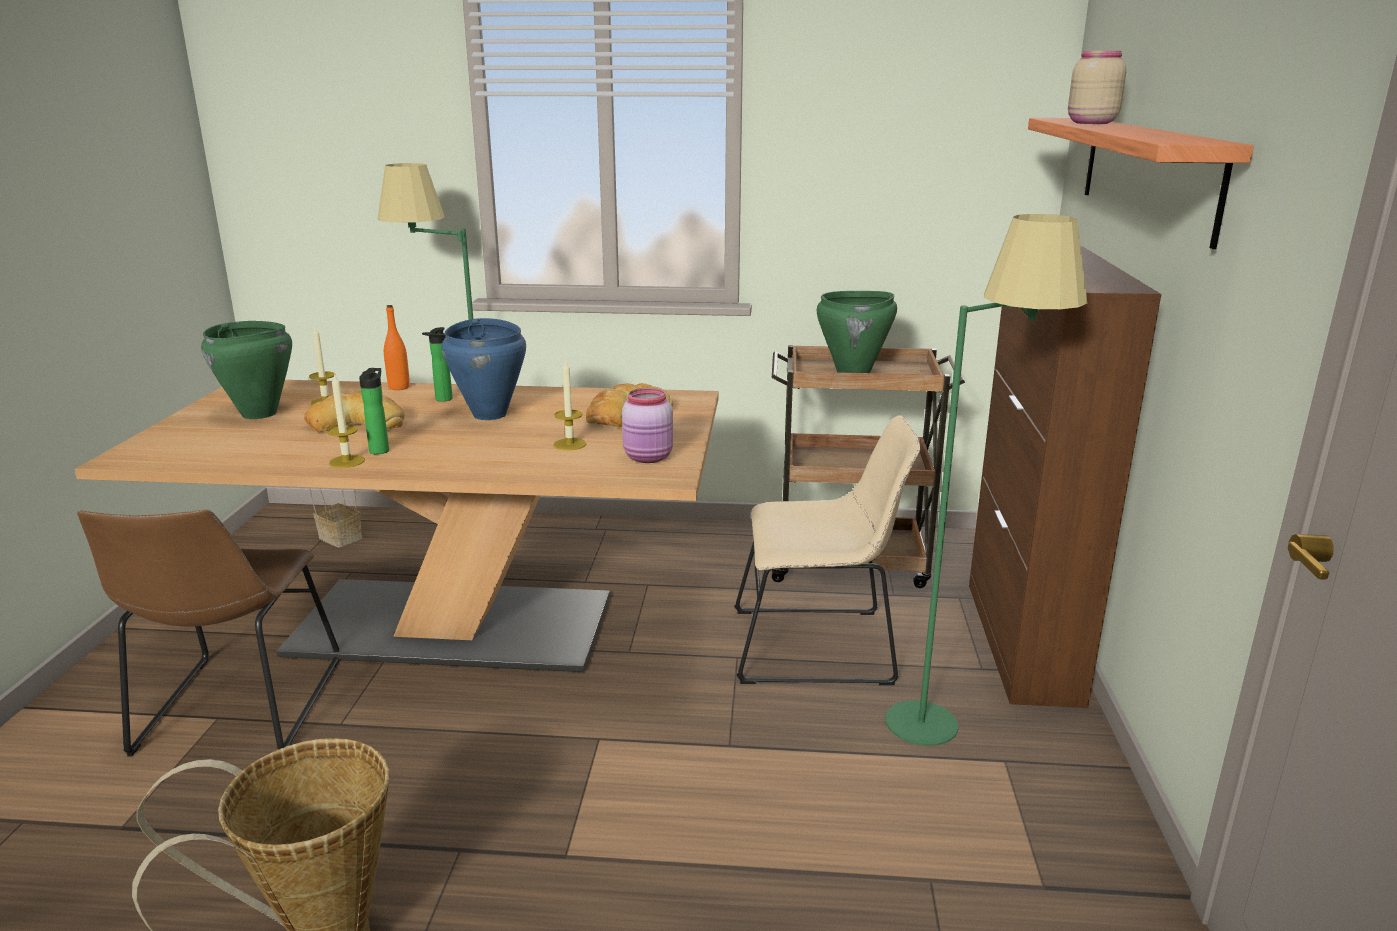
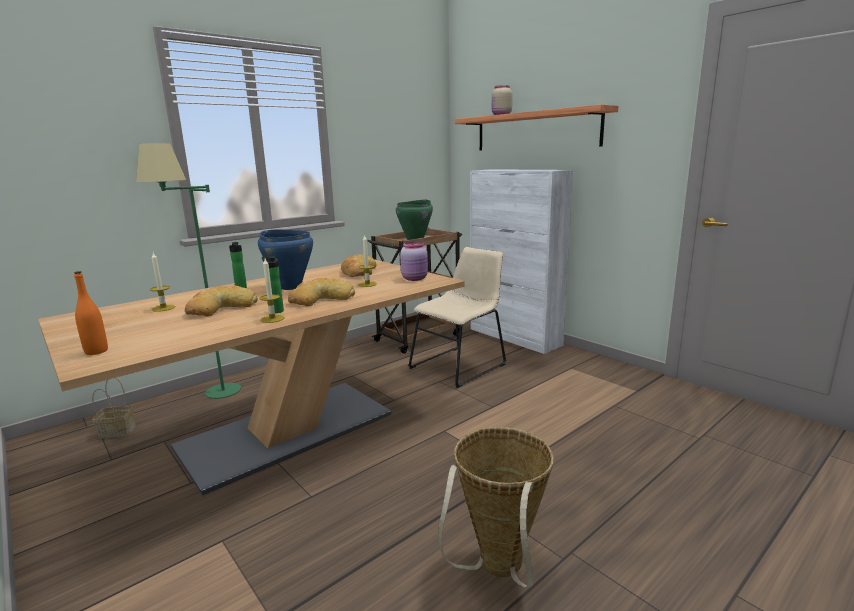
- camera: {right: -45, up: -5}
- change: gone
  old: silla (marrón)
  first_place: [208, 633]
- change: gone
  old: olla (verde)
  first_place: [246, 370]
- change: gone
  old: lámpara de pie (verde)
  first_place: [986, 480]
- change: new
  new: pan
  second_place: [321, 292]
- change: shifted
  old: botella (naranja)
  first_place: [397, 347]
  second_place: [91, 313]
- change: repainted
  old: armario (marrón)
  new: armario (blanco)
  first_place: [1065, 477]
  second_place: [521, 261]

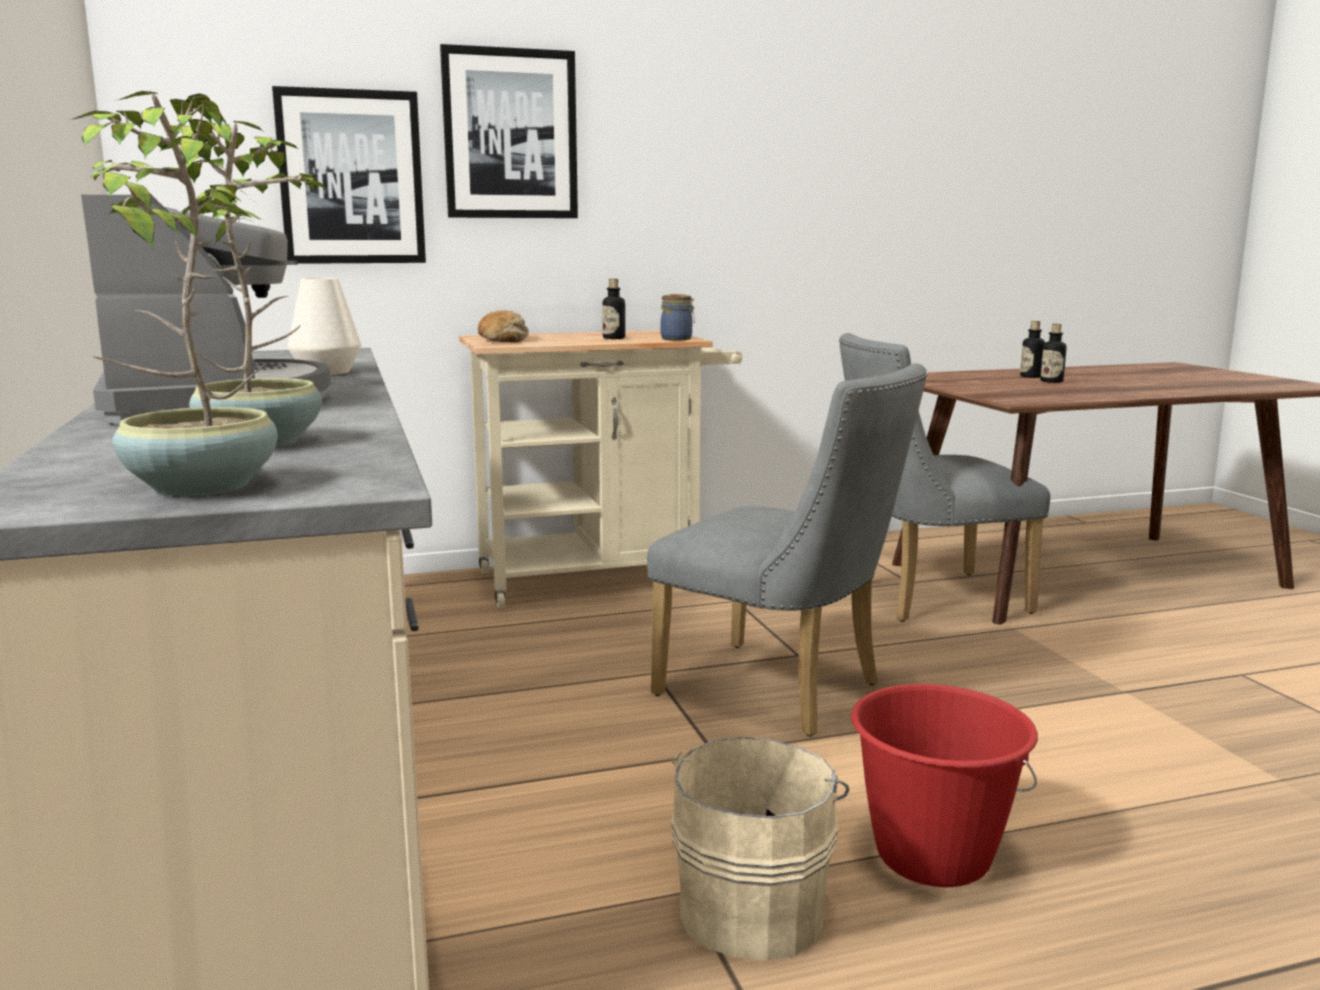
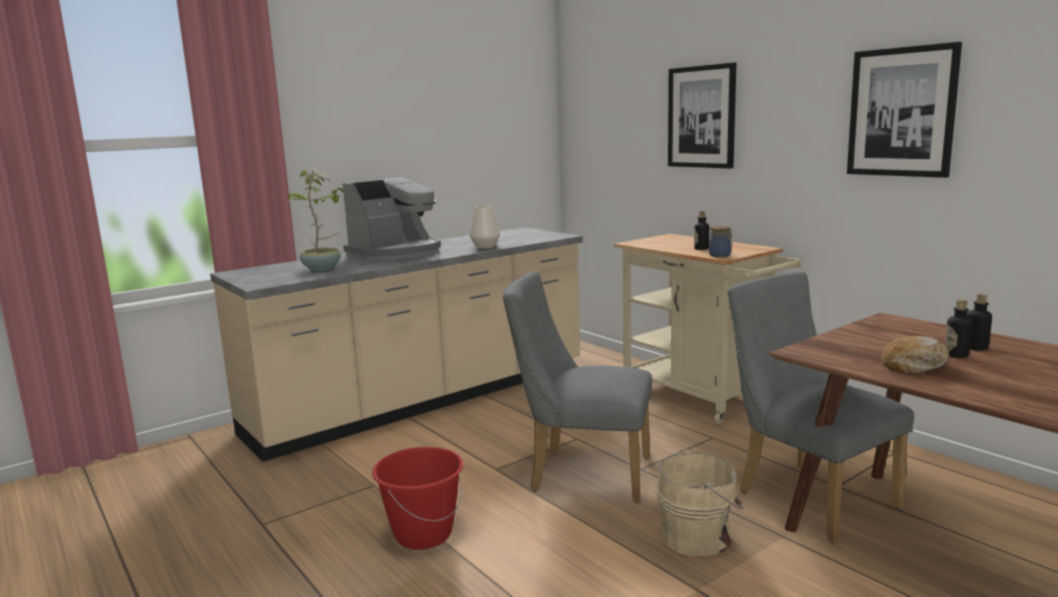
- camera: {right: 70, up: 0}
- change: gone
  old: planta en maceta
  first_place: [174, 293]
- change: shifted
  old: cuadro
  first_place: [349, 175]
  second_place: [904, 110]
- change: shifted
  old: pan
  first_place: [503, 326]
  second_place: [915, 355]
- change: shifted
  old: cubo (beis)
  first_place: [760, 848]
  second_place: [700, 502]
- change: rotated
  old: silla (gris)
  first_place: [787, 550]
  second_place: [577, 387]
  degrees: 90

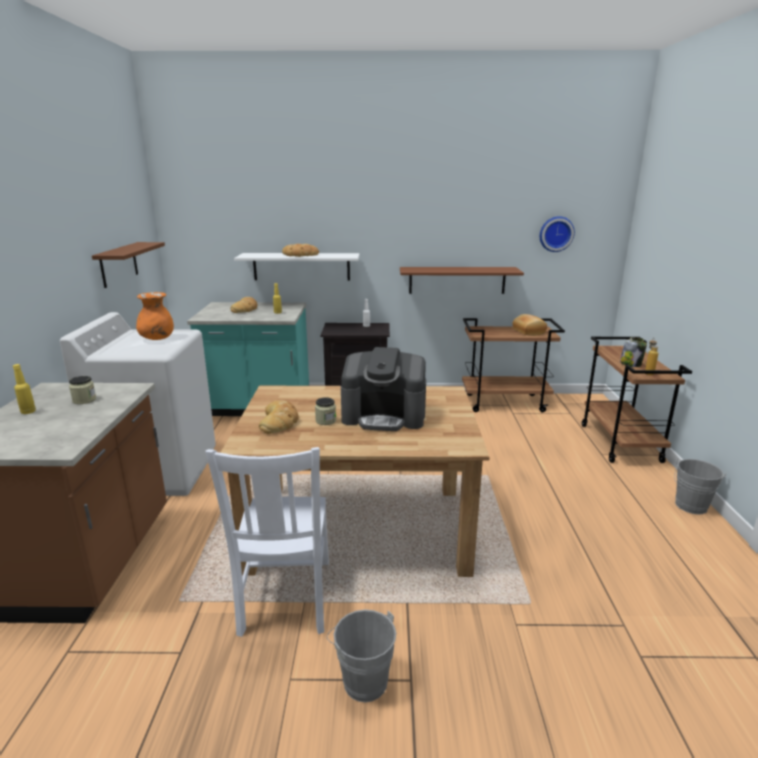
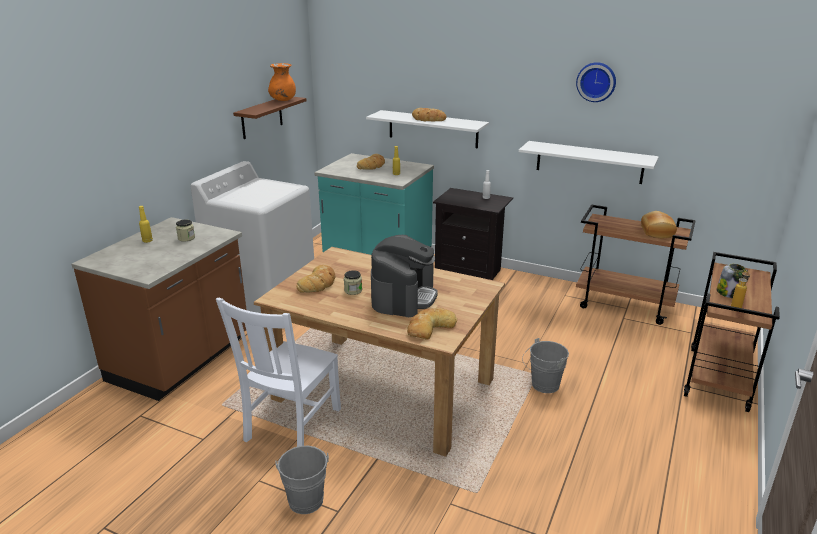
- camera: {right: 25, up: 5}
- change: new
  new: pan
  second_place: [432, 324]
- change: shifted
  old: florero (naranja)
  first_place: [155, 316]
  second_place: [282, 82]
- change: shifted
  old: reloj de pared
  first_place: [557, 234]
  second_place: [596, 82]
- change: shifted
  old: cubo (gris)
  first_place: [700, 486]
  second_place: [545, 365]
- change: repainted
  old: estante (marrón)
  new: estante (blanco)
  first_place: [462, 280]
  second_place: [589, 162]
- change: rotated
  old: cafetera
  first_place: [383, 389]
  second_place: [404, 276]
  degrees: -105

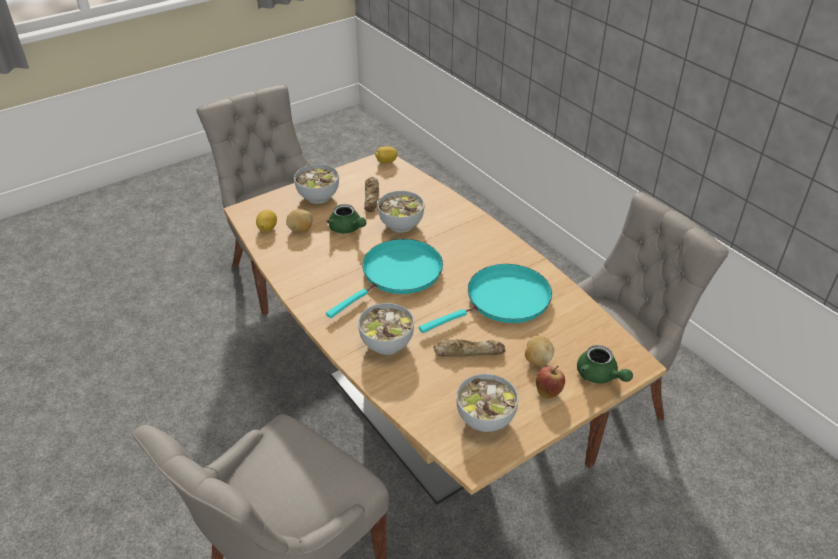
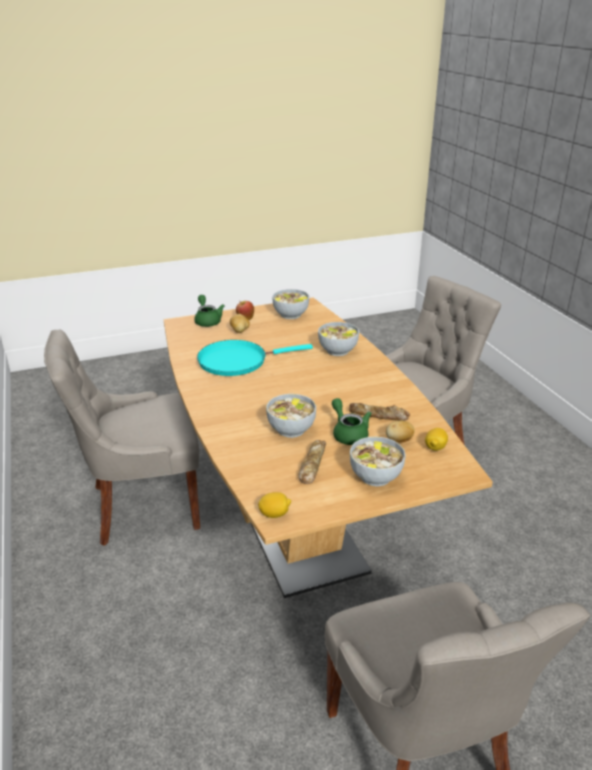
- camera: {right: -165, up: -10}
- change: gone
  old: sartén (turquesa)
  first_place: [384, 278]
- change: shifted
  old: pan
  first_place: [469, 348]
  second_place: [379, 412]

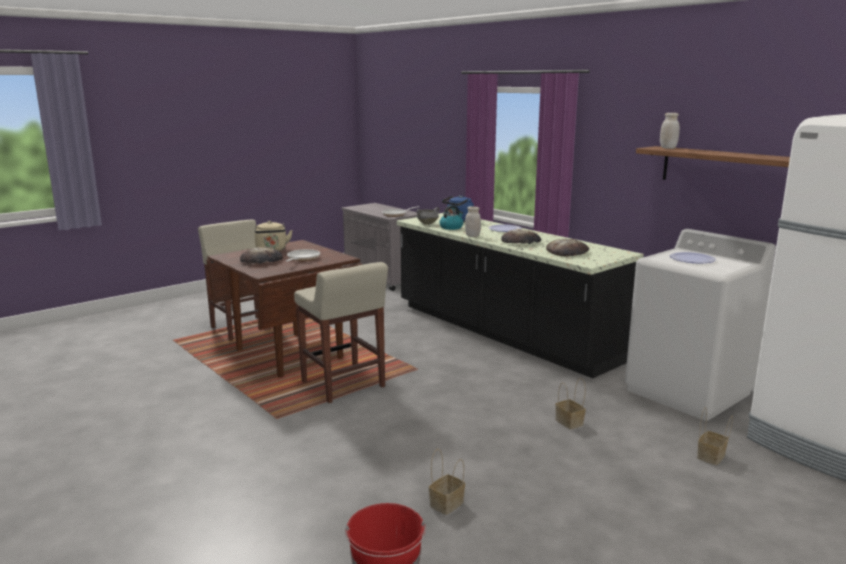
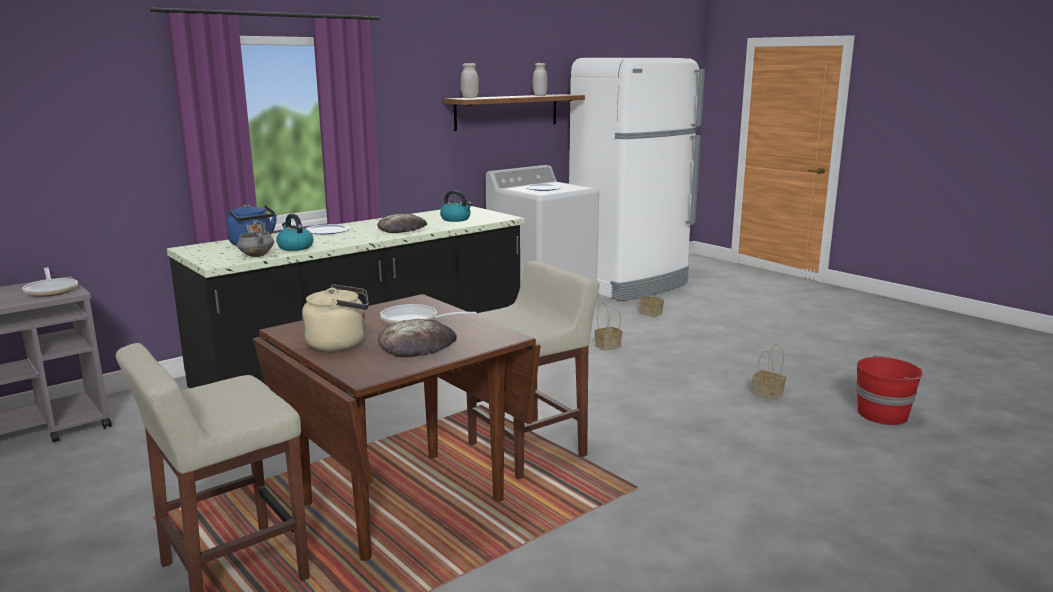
- camera: {right: -90, up: 0}
- change: shifted
  old: tarro (blanco)
  first_place: [473, 221]
  second_place: [540, 79]
- change: swapped
  old: pan
  new: hervidor
  first_place: [567, 247]
  second_place: [456, 206]

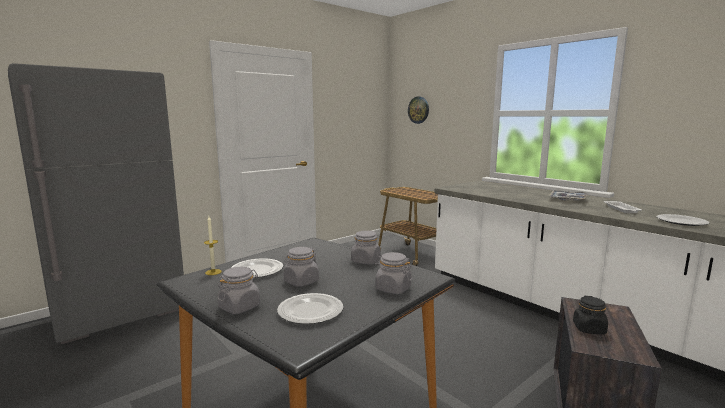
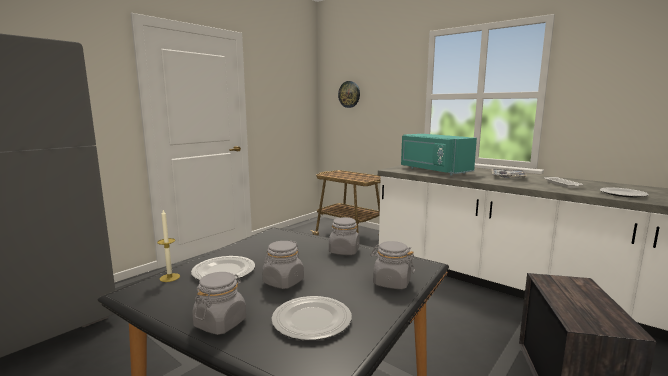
- camera: {right: -10, up: 0}
- change: gone
  old: tarro (negro)
  first_place: [590, 315]
- change: new
  new: microondas (turquesa)
  second_place: [439, 154]

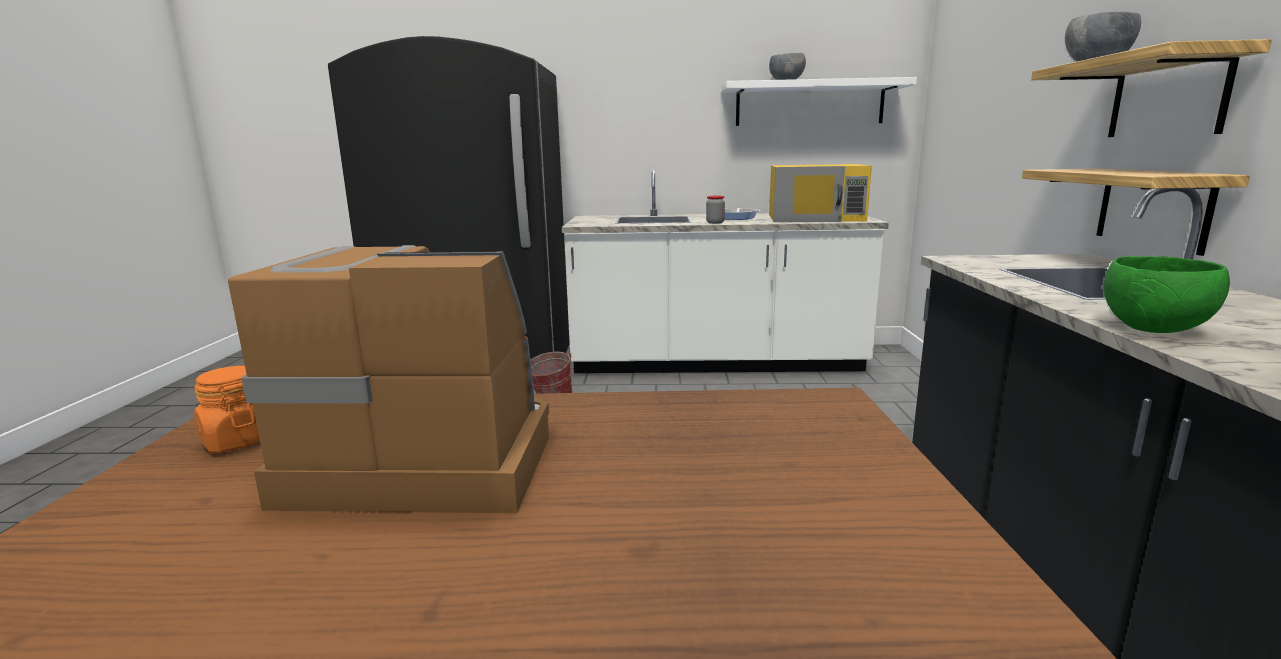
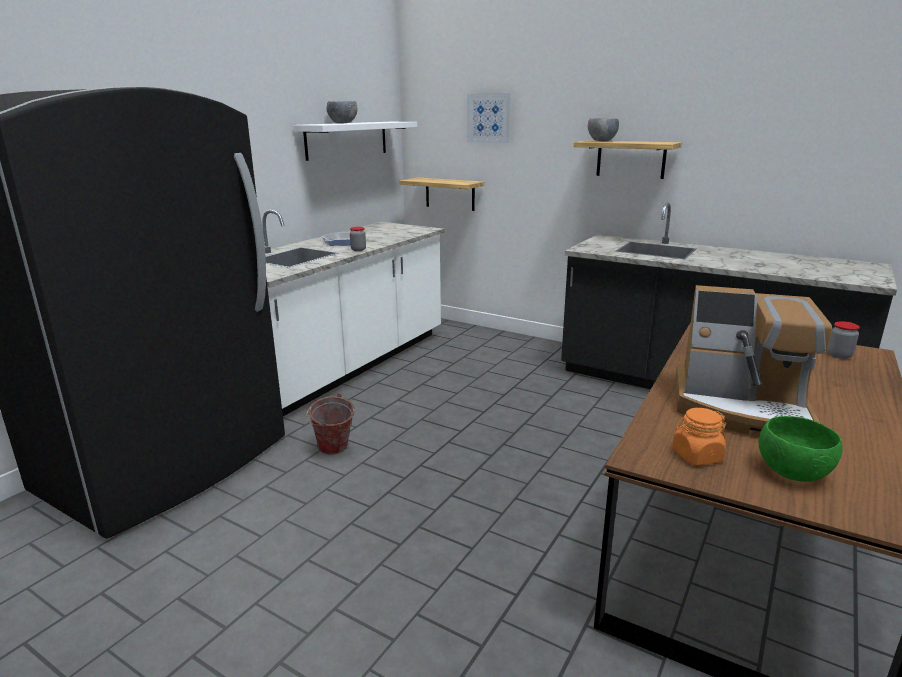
- camera: {right: -60, up: 5}
- change: gone
  old: microondas (amarillo)
  first_place: [820, 193]
- change: new
  new: cuadro
  second_place: [488, 118]
- change: new
  new: tarro
  second_place: [844, 340]
- change: shifted
  old: estante
  first_place: [1136, 212]
  second_place: [442, 194]
- change: shifted
  old: cuenco (verde)
  first_place: [1167, 294]
  second_place: [800, 449]
- change: rotated
  old: cafetera
  first_place: [388, 379]
  second_place: [753, 360]
  degrees: -105

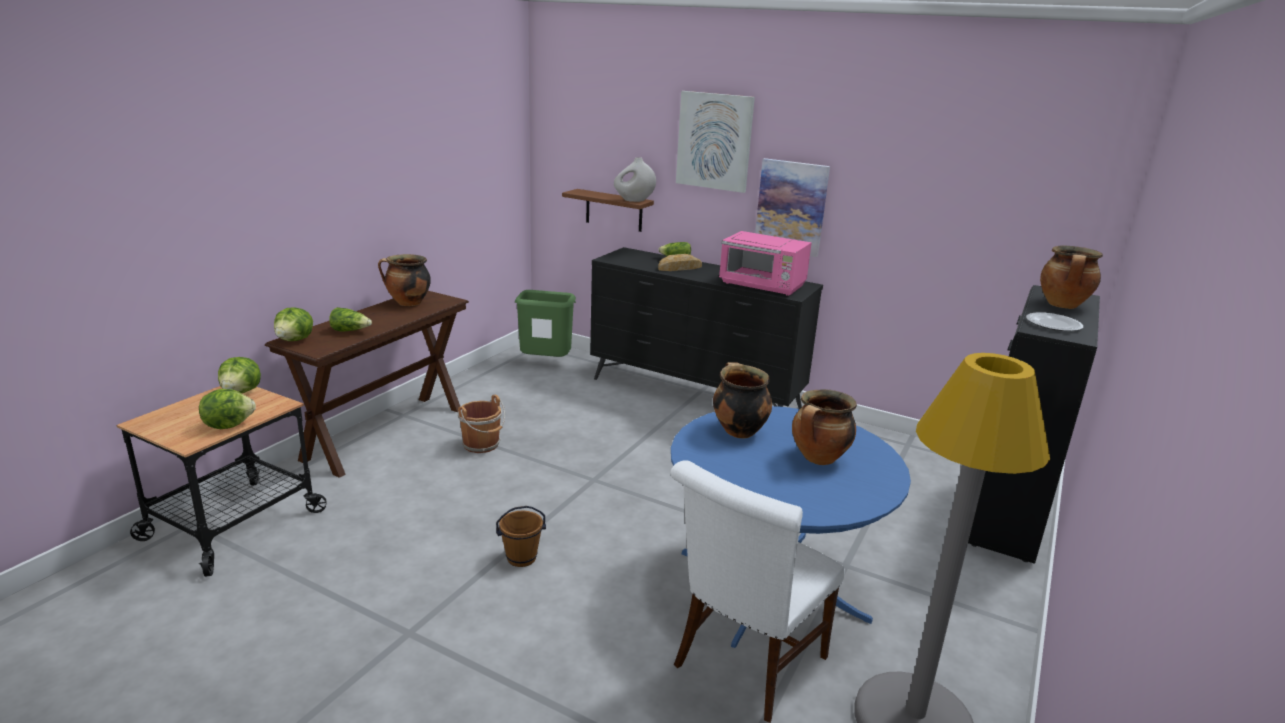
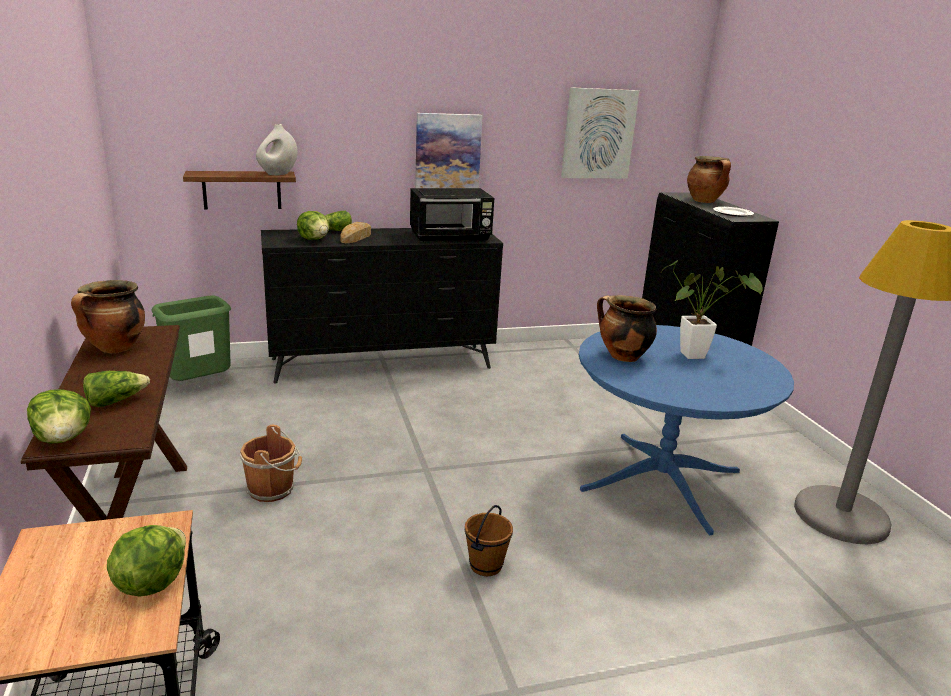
- camera: {right: -45, up: 0}
- change: gone
  old: silla (blanco)
  first_place: [757, 591]
- change: shifted
  old: lechuga
  first_place: [239, 375]
  second_place: [313, 225]
- change: shifted
  old: cuadro
  first_place: [715, 142]
  second_place: [600, 133]
- change: swapped
  old: olla
  new: planta en maceta
  first_place: [824, 427]
  second_place: [712, 309]
- change: repainted
  old: microondas (rosa)
  new: microondas (negro)
  first_place: [765, 263]
  second_place: [452, 215]

